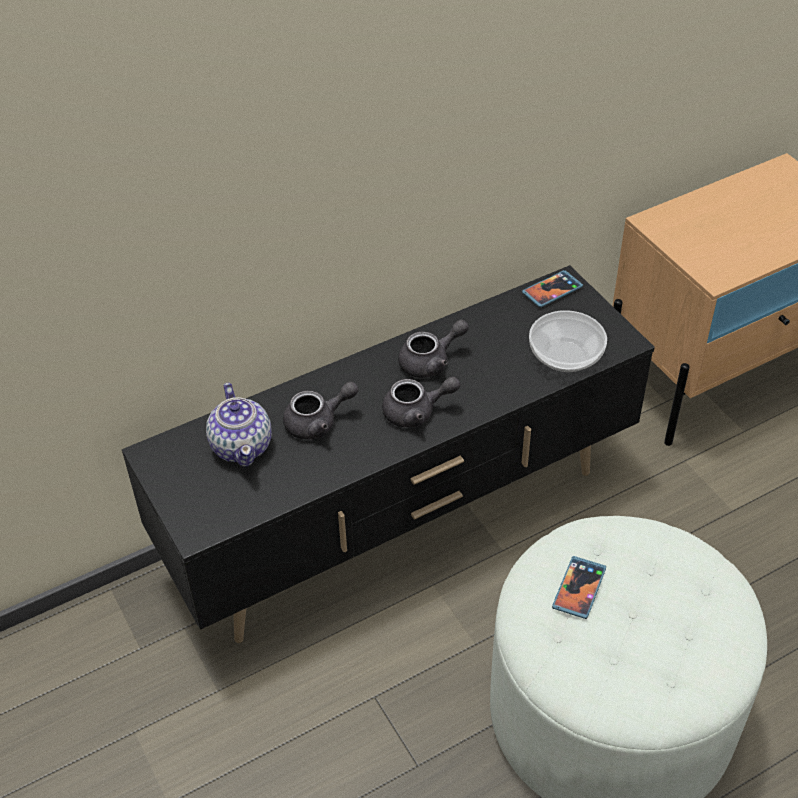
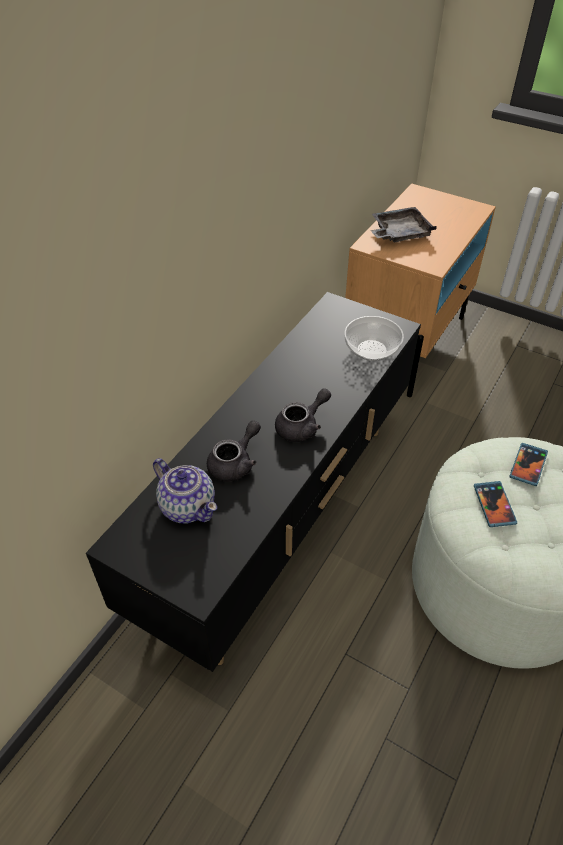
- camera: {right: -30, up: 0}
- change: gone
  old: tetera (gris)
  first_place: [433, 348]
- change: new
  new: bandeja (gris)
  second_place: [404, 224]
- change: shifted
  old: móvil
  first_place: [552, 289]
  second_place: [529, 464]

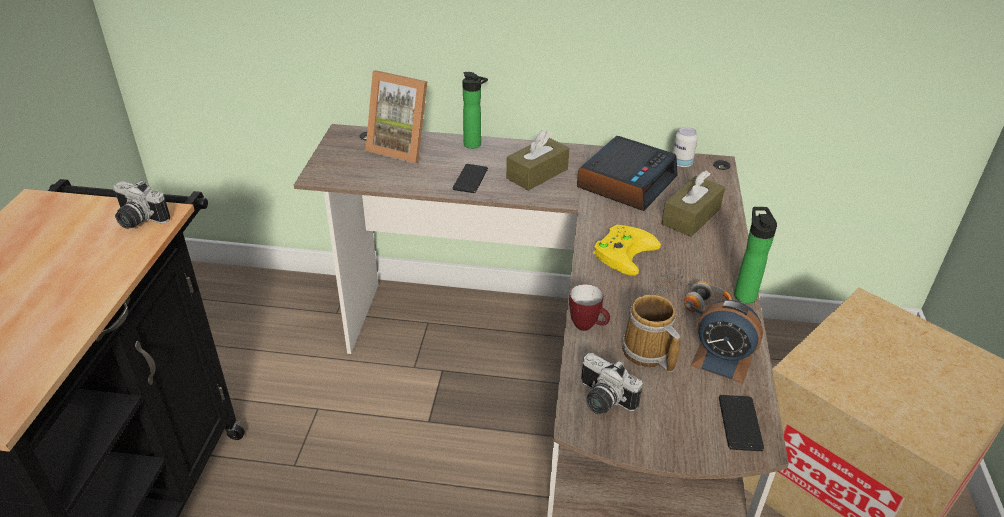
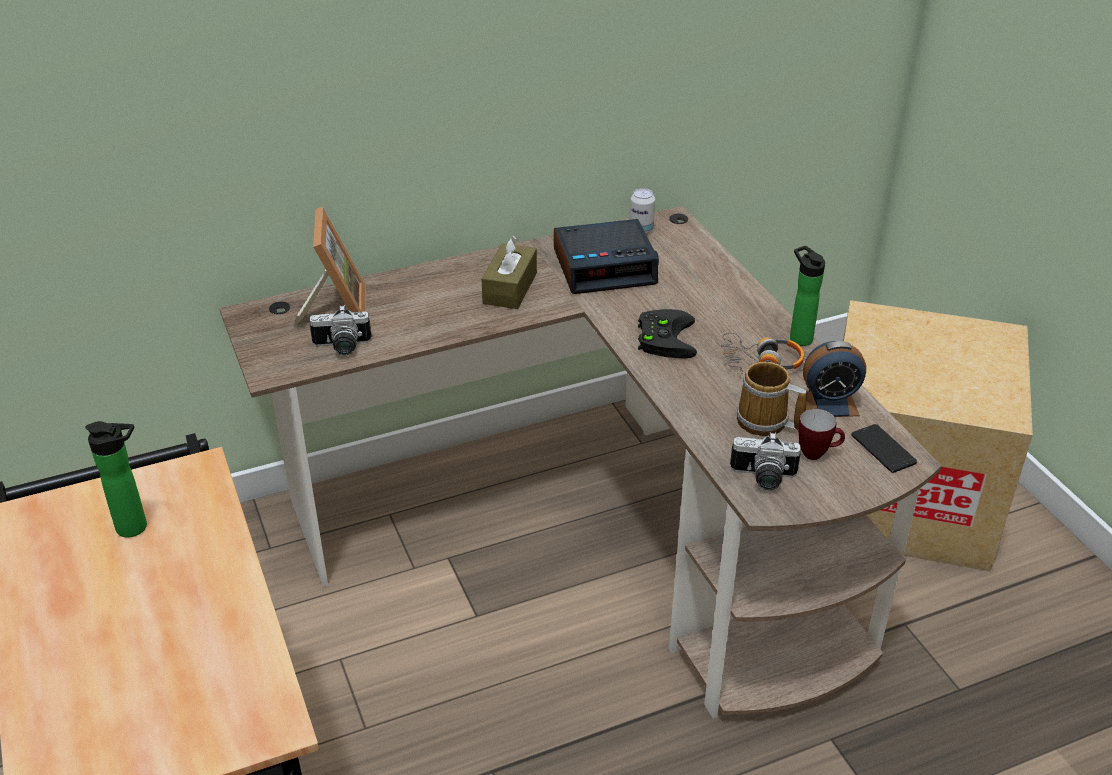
- camera: {right: -30, up: 0}
- change: gone
  old: móvil
  first_place: [470, 178]
- change: gone
  old: caja de pañuelos (marrón)
  first_place: [693, 204]
- change: shifted
  old: cámara
  first_place: [141, 204]
  second_place: [341, 330]
- change: shifted
  old: botella
  first_place: [475, 110]
  second_place: [116, 479]
- change: shifted
  old: taza grande
  first_place: [589, 307]
  second_place: [821, 434]
- change: repainted
  old: mando de consola (amarillo)
  new: mando de consola (negro)
  first_place: [627, 250]
  second_place: [667, 333]
- change: rotated
  old: portarretratos
  first_place: [397, 116]
  second_place: [329, 266]
  degrees: -90
- change: rotated
  old: despertador
  first_place: [627, 173]
  second_place: [606, 256]
  degrees: 75

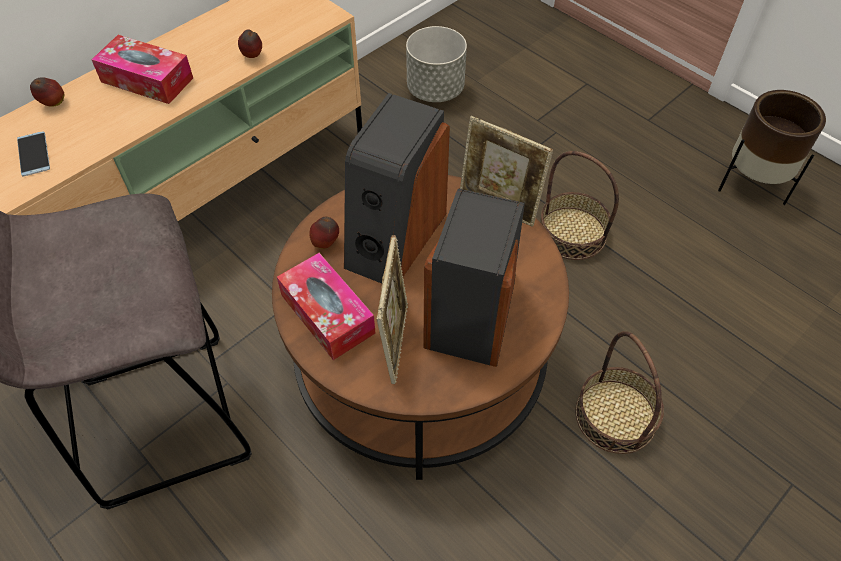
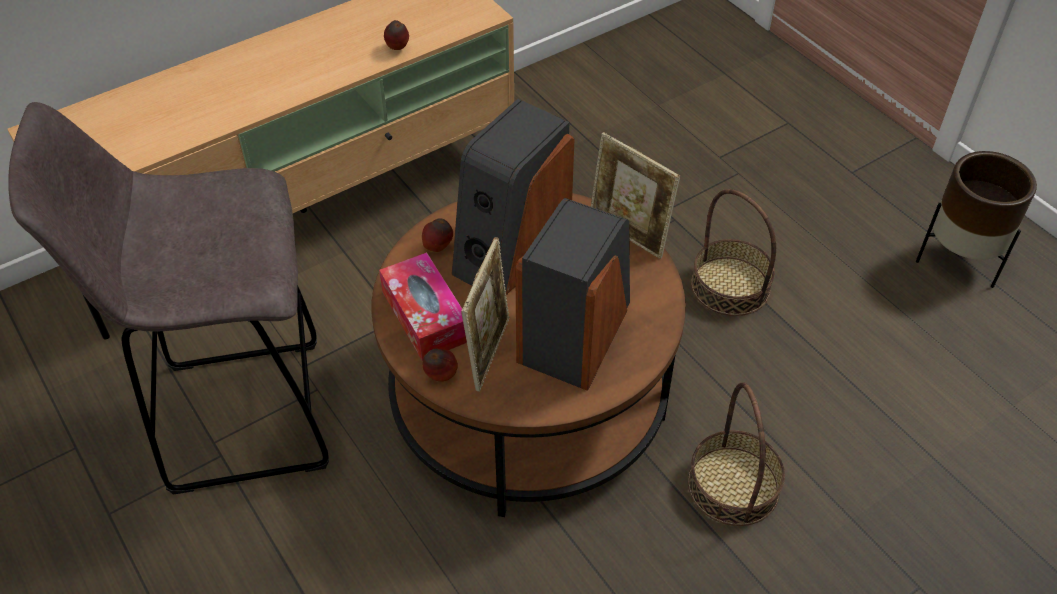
- camera: {right: 10, up: -5}
- change: gone
  old: móvil
  first_place: [33, 153]
- change: gone
  old: caja de pañuelos
  first_place: [142, 69]
- change: gone
  old: maceta (gris)
  first_place: [436, 64]
- change: shifted
  old: manzana
  first_place: [47, 92]
  second_place: [440, 365]

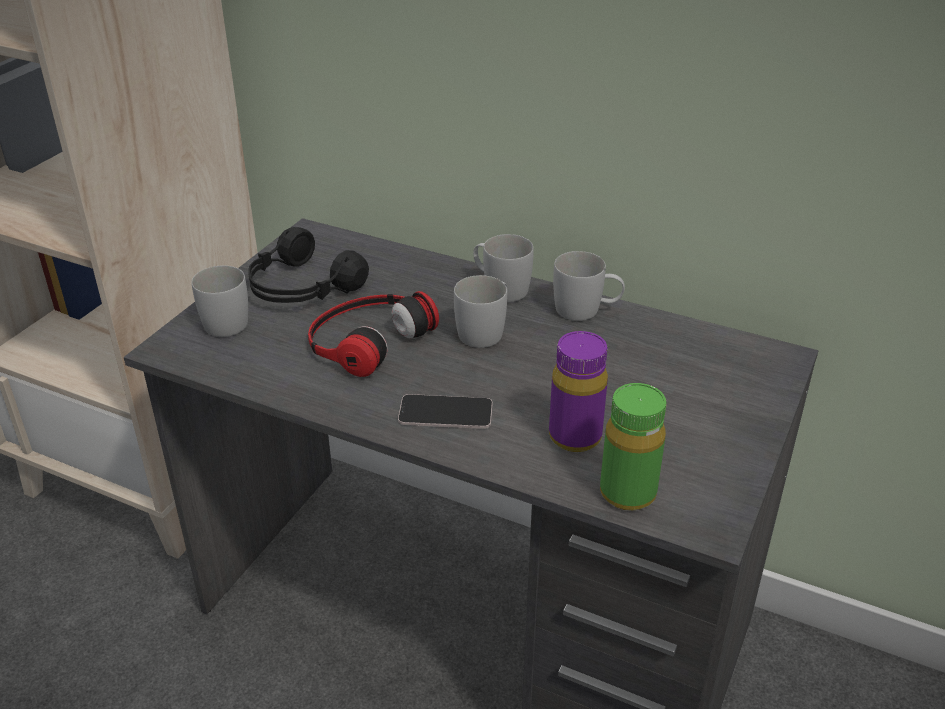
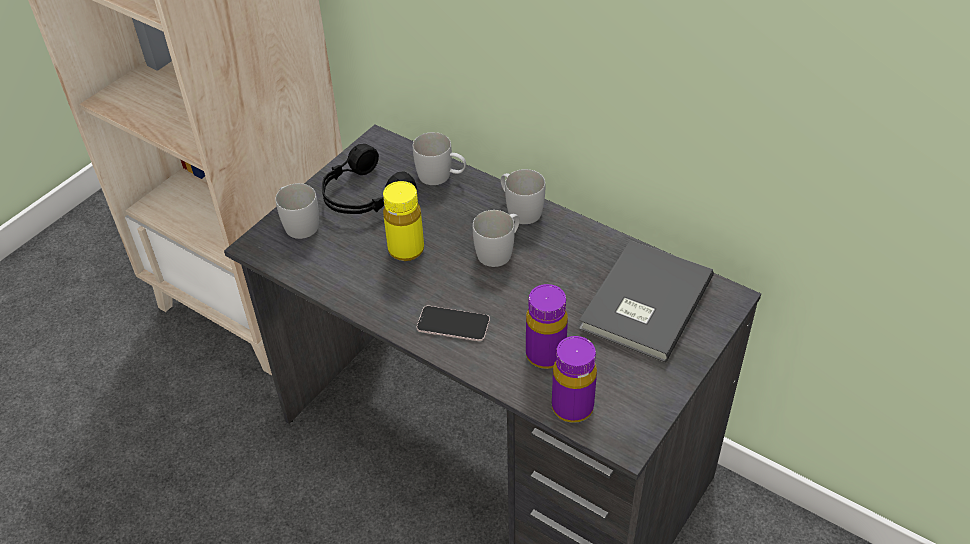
- camera: {right: 10, up: 10}
- change: new
  new: libro (gris)
  second_place: [646, 301]
- change: shifted
  old: taza grande (blanco)
  first_place: [589, 286]
  second_place: [439, 158]
- change: swapped
  old: auriculares
  new: botella (amarillo)
  first_place: [373, 334]
  second_place: [403, 221]
- change: repainted
  old: botella (verde)
  new: botella (morado)
  first_place: [633, 447]
  second_place: [574, 379]

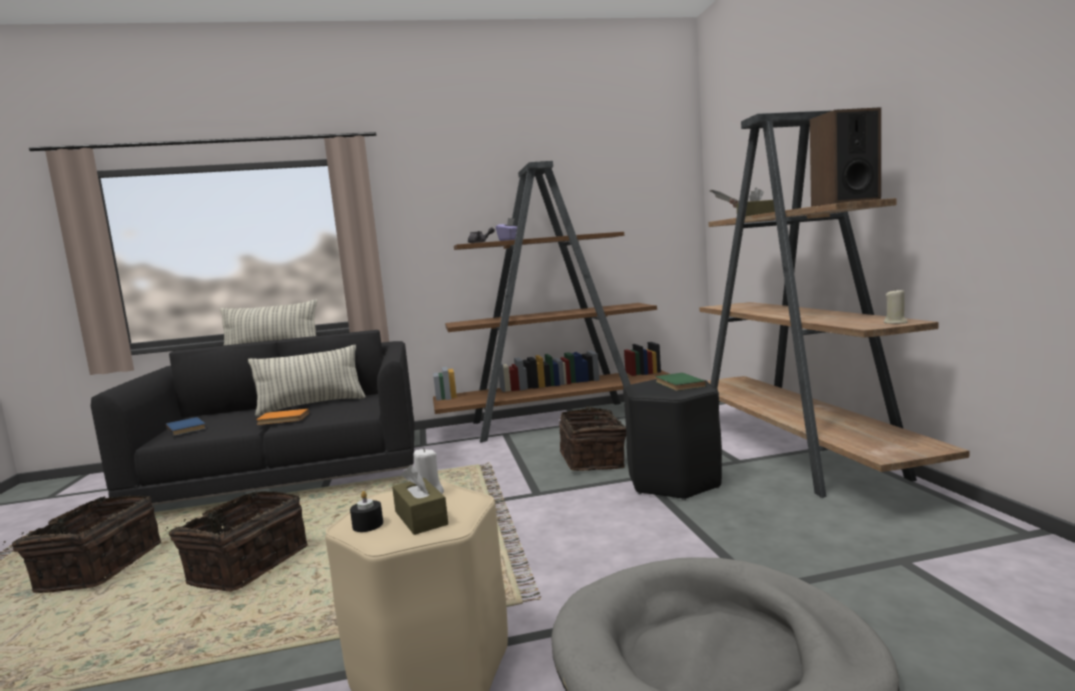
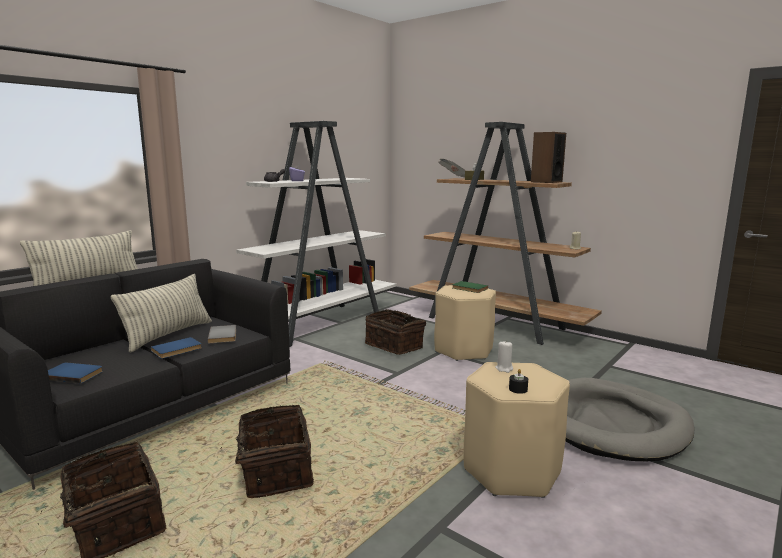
- camera: {right: -40, up: 5}
- change: gone
  old: caja de pañuelos (marrón)
  first_place: [420, 500]
- change: new
  new: libro (gris)
  second_place: [222, 334]
- change: repainted
  old: libro (naranja)
  new: libro (azul)
  first_place: [282, 417]
  second_place: [176, 348]
- change: repainted
  old: estantería (marrón)
  new: estantería (blanco)
  first_place: [551, 301]
  second_place: [316, 234]
- change: repainted
  old: taburete (negro)
  new: taburete (beis)
  first_place: [672, 439]
  second_place: [465, 323]

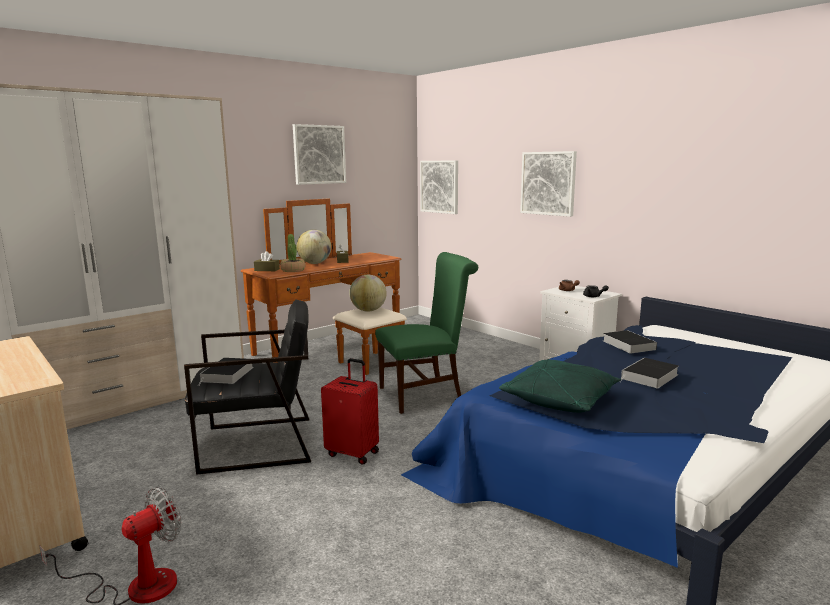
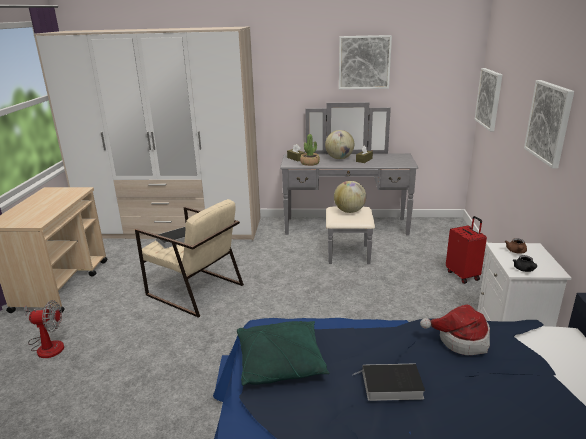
- camera: {right: 45, up: 10}
- change: gone
  old: silla (verde)
  first_place: [426, 333]
- change: shifted
  old: maleta (rojo)
  first_place: [350, 411]
  second_place: [466, 250]
- change: swapped
  old: libro
  new: sombrero
  first_place: [630, 342]
  second_place: [455, 330]
- change: repainted
  old: sillón (negro)
  new: sillón (beis)
  first_place: [247, 387]
  second_place: [189, 258]
- change: repainted
  old: cómoda (marrón)
  new: cómoda (gris)
  first_place: [324, 286]
  second_place: [349, 183]

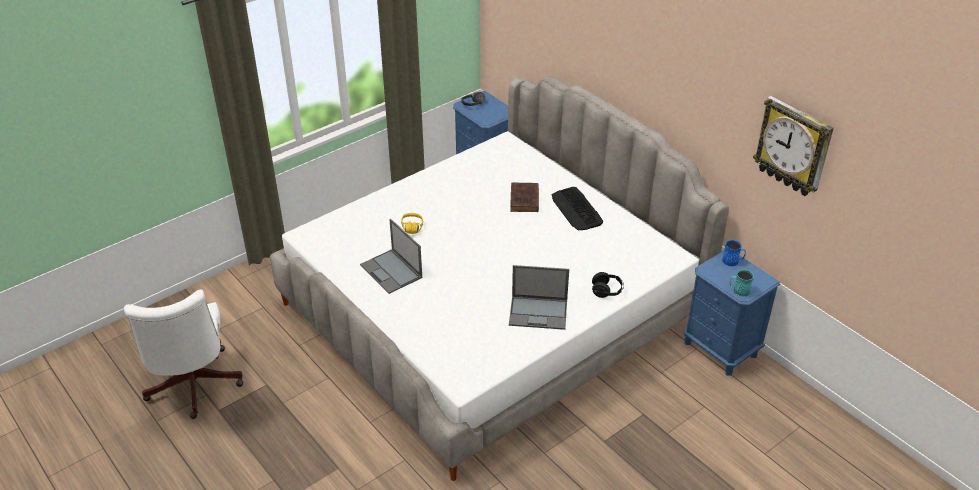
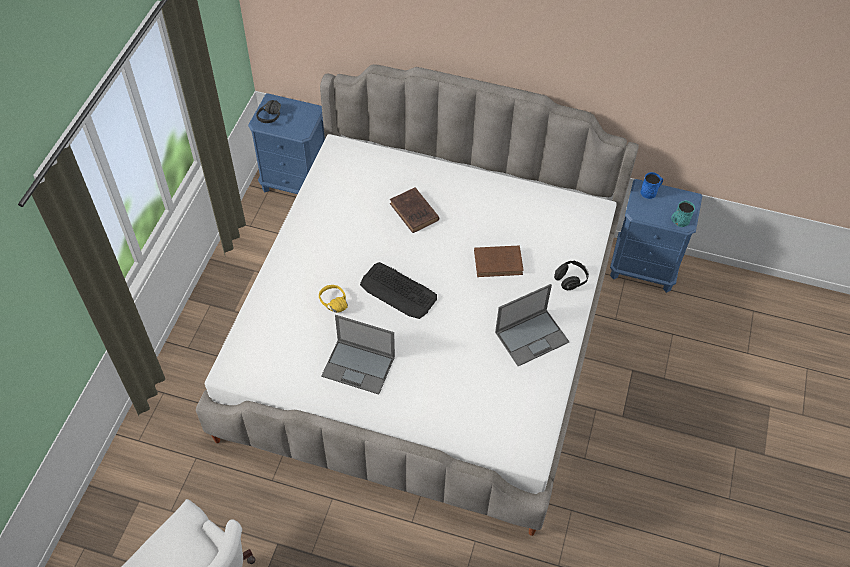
- camera: {right: -35, up: 15}
- change: gone
  old: reloj de pared
  first_place: [793, 146]
- change: new
  new: libro (marrón)
  second_place: [499, 261]
- change: shifted
  old: teclado
  first_place: [577, 208]
  second_place: [398, 290]

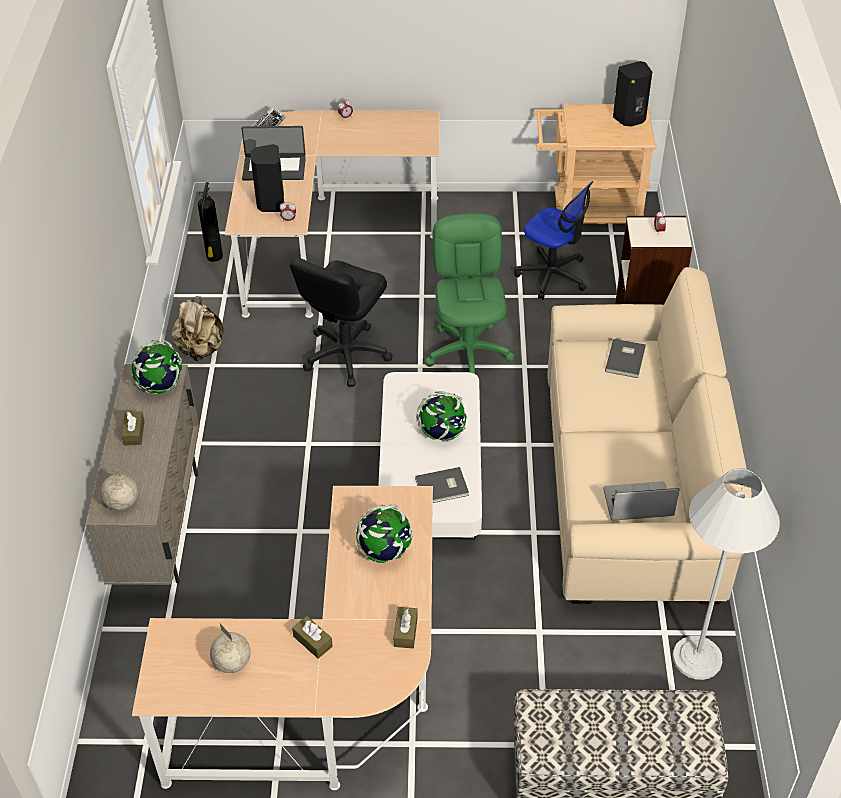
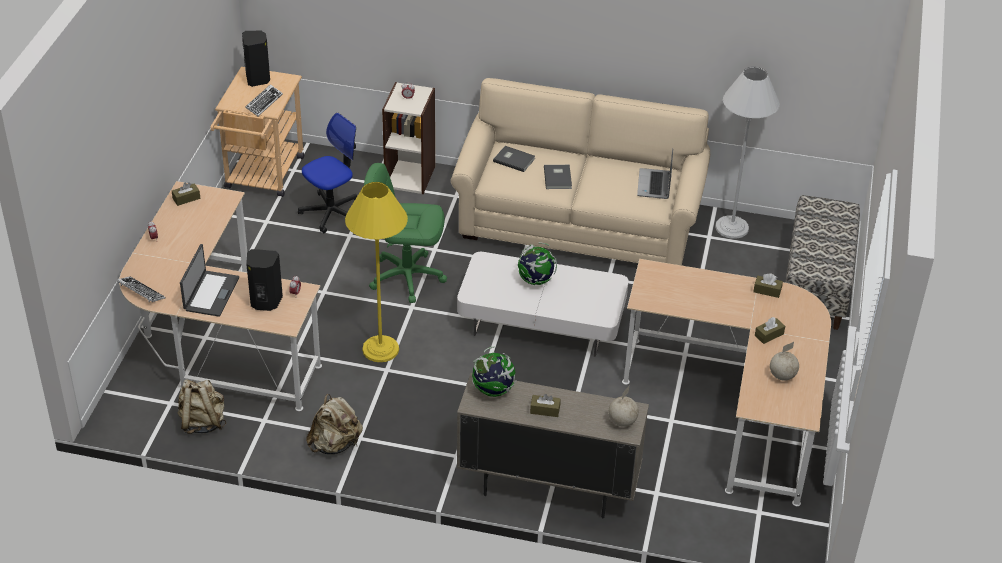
- camera: {right: -80, up: -5}
- change: gone
  old: globo terráqueo
  first_place: [383, 533]
- change: new
  new: caja de pañuelos (marrón)
  second_place: [186, 194]
- change: new
  new: teclado
  second_place: [264, 100]
- change: shifted
  old: libro (gris)
  first_place: [442, 485]
  second_place: [558, 177]
- change: swapped
  old: extintor
  new: mochila (beis)
  first_place: [210, 222]
  second_place: [201, 407]
- change: swapped
  old: silla de oficina (negro)
  new: lámpara de pie (amarillo)
  first_place: [341, 322]
  second_place: [376, 272]

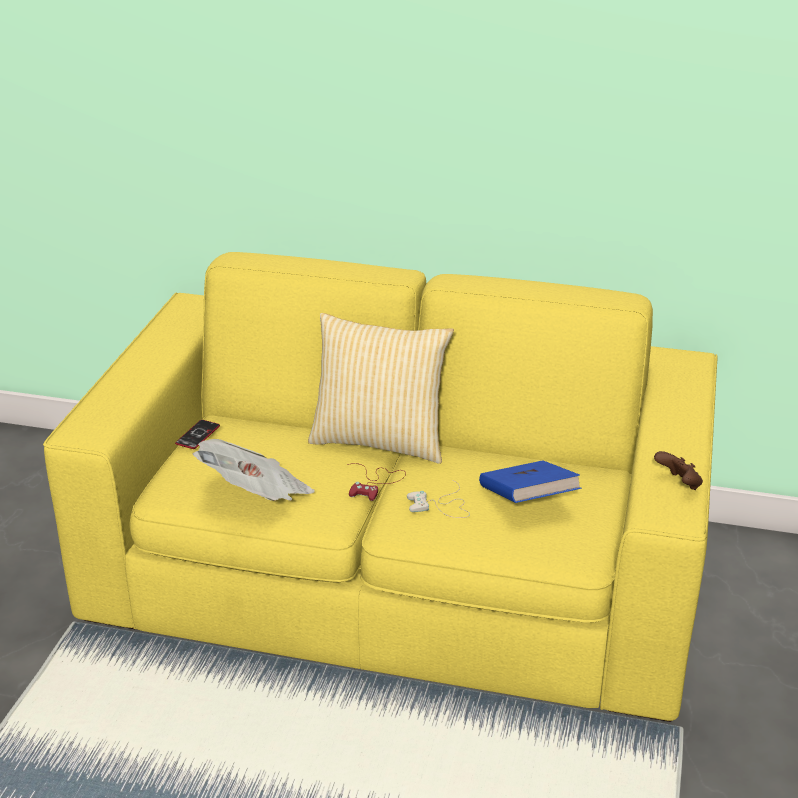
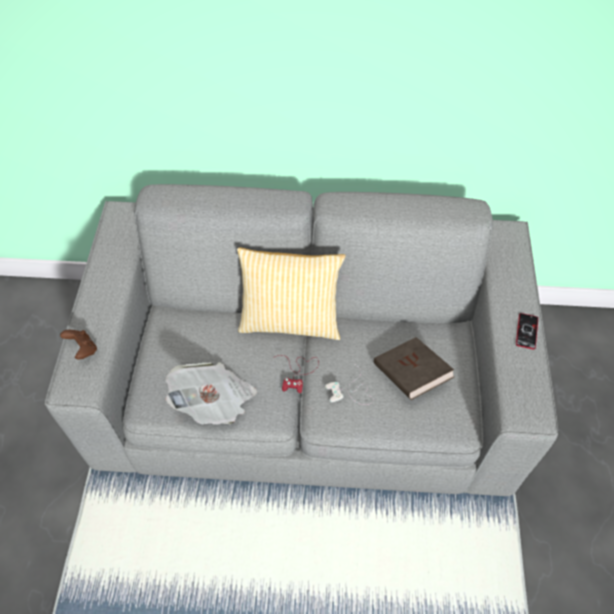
- camera: {right: -10, up: 25}
- change: shifted
  old: móvil
  first_place: [197, 434]
  second_place: [527, 331]
- change: shifted
  old: mando de consola (marrón)
  first_place: [678, 470]
  second_place: [78, 345]
- change: repainted
  old: sofá (amarillo)
  new: sofá (gris)
  first_place: [380, 487]
  second_place: [301, 340]
- change: repainted
  old: libro (azul)
  new: libro (marrón)
  first_place: [530, 481]
  second_place: [414, 368]

